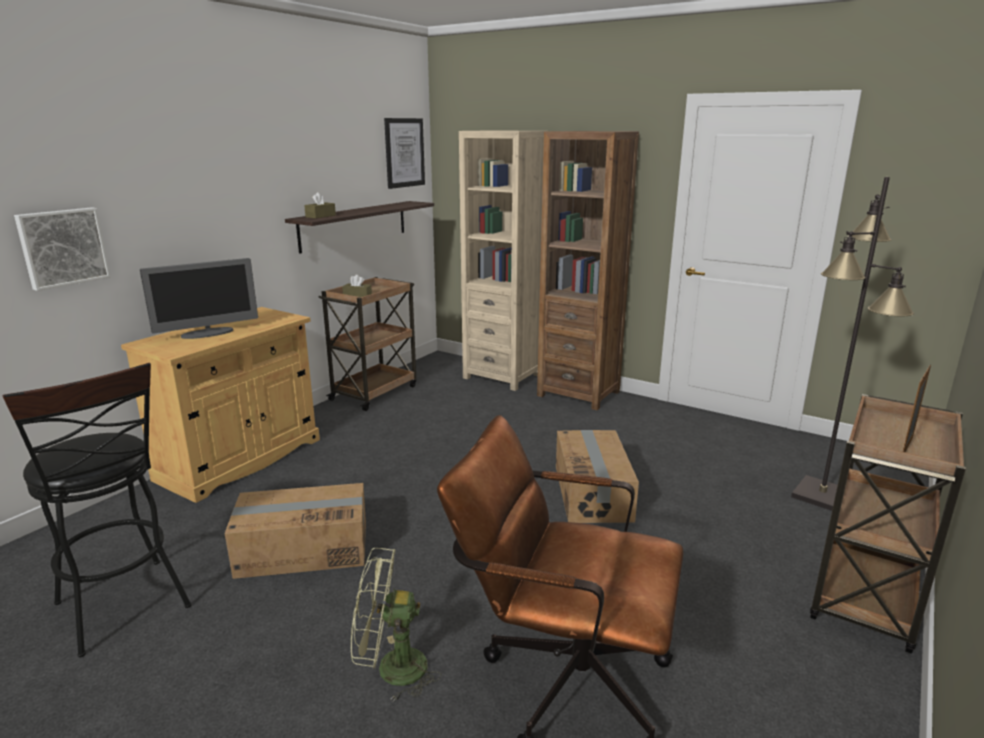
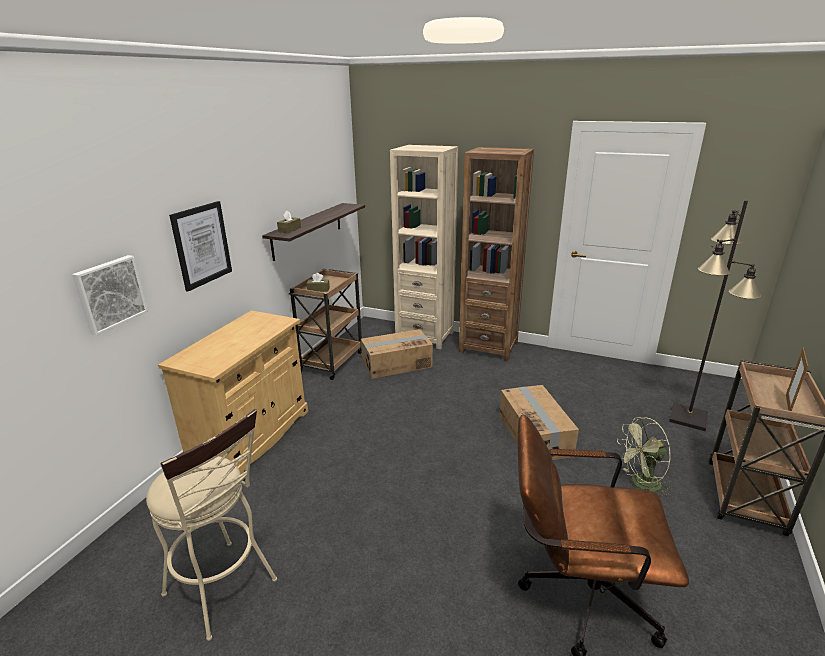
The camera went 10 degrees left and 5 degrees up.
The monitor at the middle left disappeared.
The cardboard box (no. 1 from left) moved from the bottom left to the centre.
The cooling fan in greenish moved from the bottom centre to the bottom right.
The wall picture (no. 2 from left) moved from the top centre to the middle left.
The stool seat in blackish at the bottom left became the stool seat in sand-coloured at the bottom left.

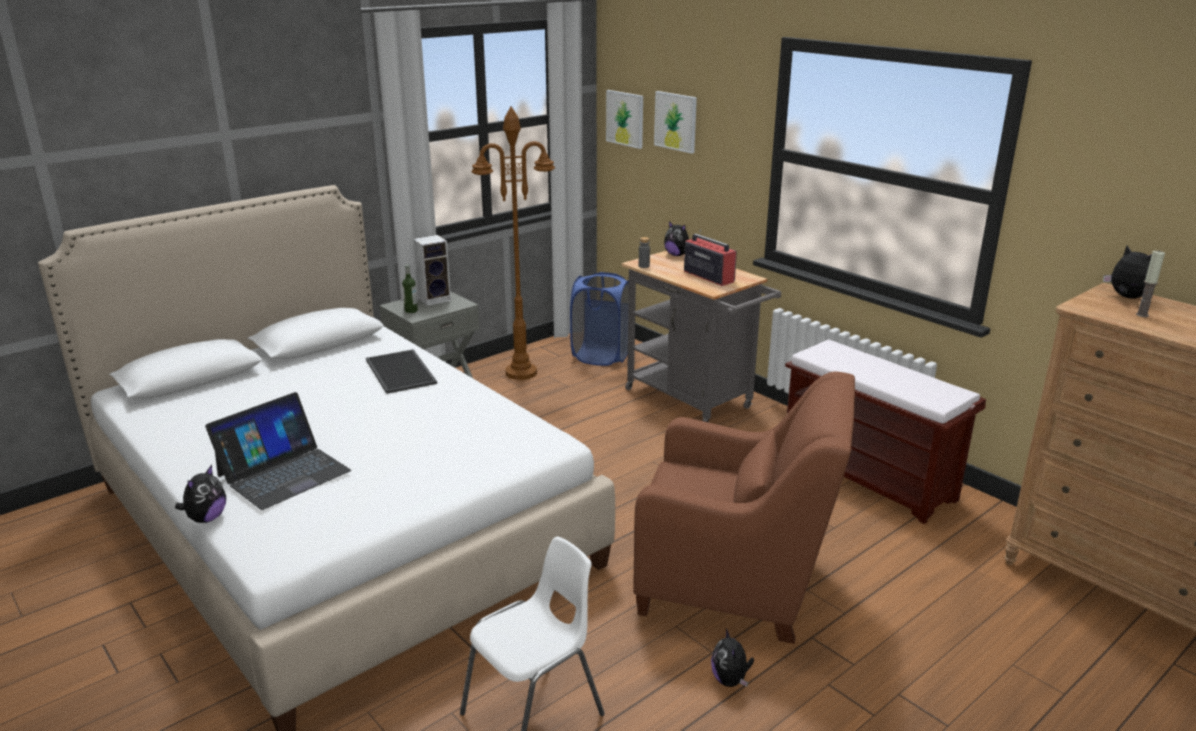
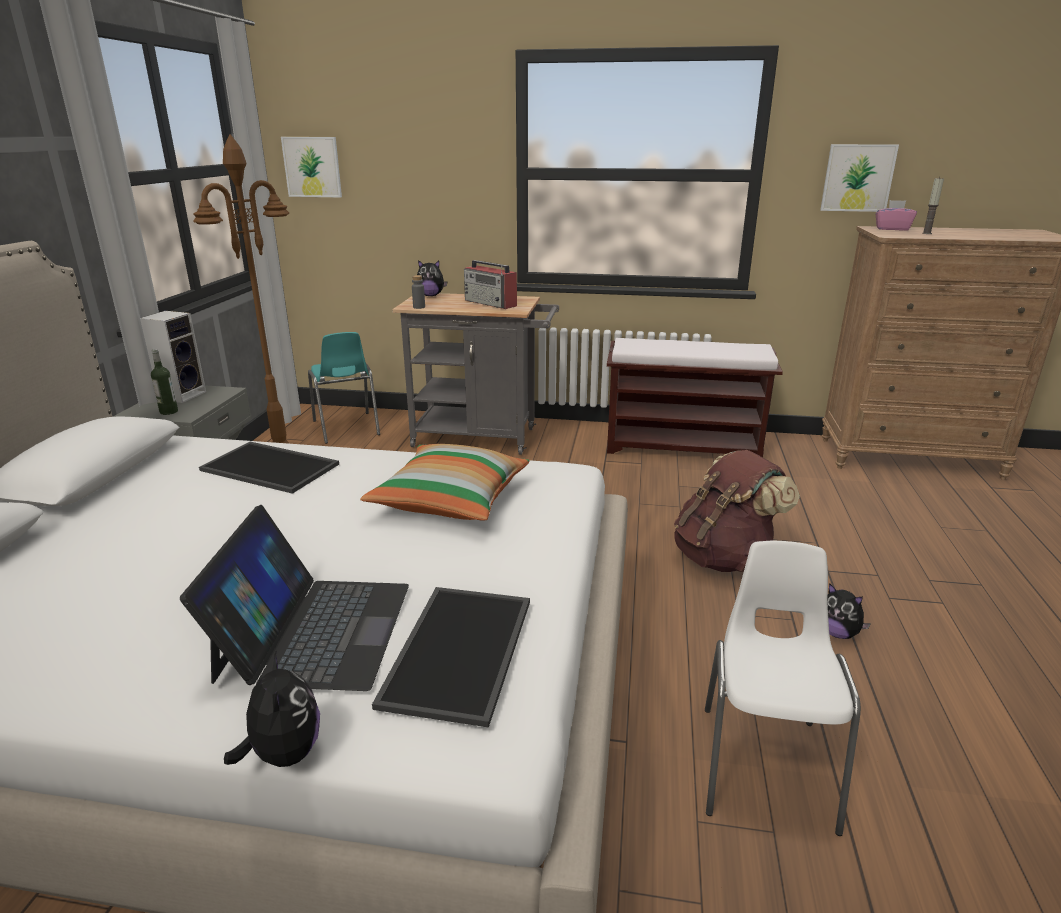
The camera went 40 degrees left and 0 degrees up.
The throw pillow at the centre appeared.
The carrying tray (no. 2 from left) at the bottom centre appeared.
The wall picture (no. 2 from left) moved from the top centre to the top right.
The hamper in bluish at the centre was replaced by the upright chair in blue-green at the middle left.
The easy chair in brown at the bottom centre was replaced by the rucksack in brown at the middle right.
The soft toy (no. 4 from left) at the middle right was replaced by the tissue holder in pinkish at the top right.
The radio at the centre turned 150 degrees counterclockwise.

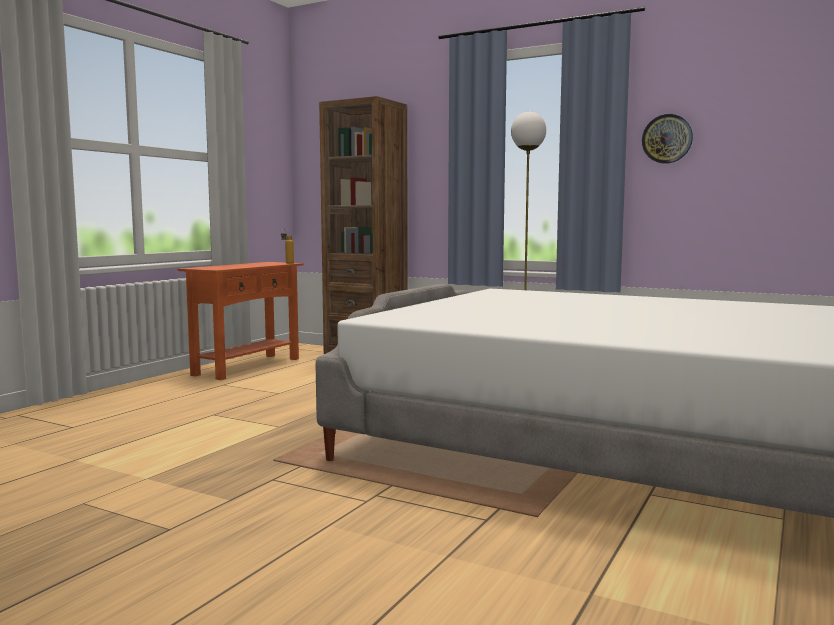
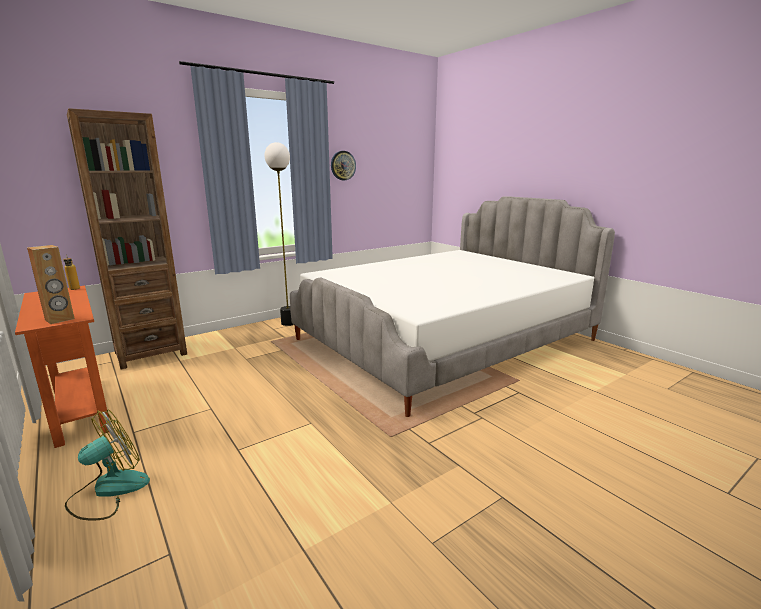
The camera went 65 degrees left and 10 degrees up.
The speaker in brown at the middle left appeared.
The cooling fan at the bottom left appeared.

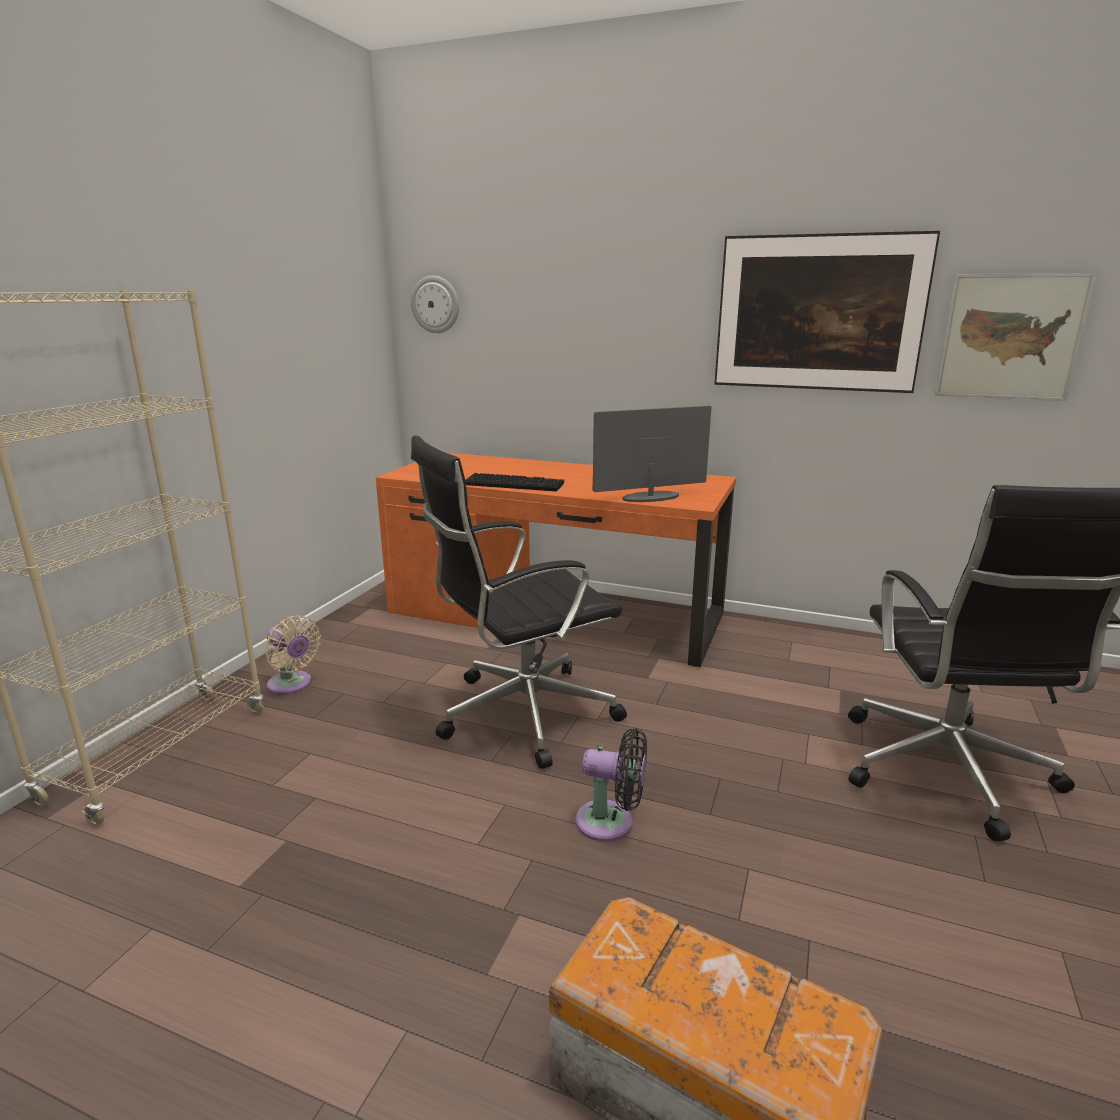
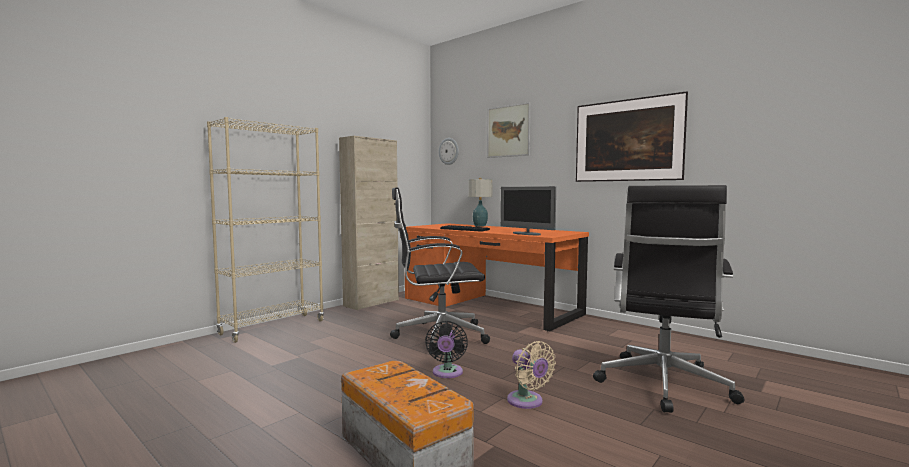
The camera went 20 degrees right and 15 degrees down.
The cabinet in sand-coloured at the centre appeared.
The tabletop lamp at the centre appeared.
The cooling fan in sand-coloured moved from the middle left to the bottom centre.
The wall picture (no. 2 from left in the first image) moved from the top right to the top centre.
The cooling fan in blackish at the bottom centre turned 60 degrees clockwise.
The monitor at the centre turned 135 degrees counterclockwise.

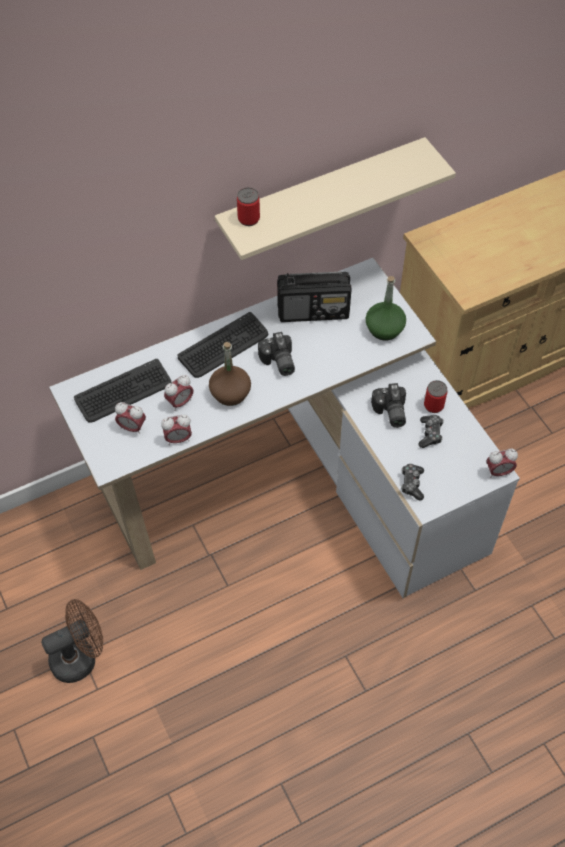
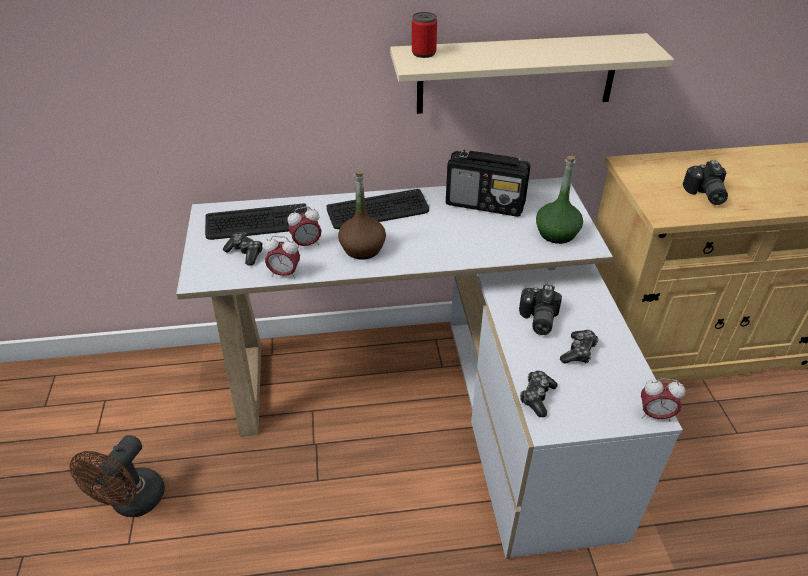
The camera went 20 degrees right and 15 degrees down.
The metal can (no. 2 from left) at the middle right disappeared.
The photo camera (no. 1 from left in the first image) moved from the centre to the top right.
The alarm clock (no. 1 from left) at the middle left was replaced by the game controller (no. 1 from left) at the middle left.
The cooling fan in brown at the bottom left turned 120 degrees clockwise.

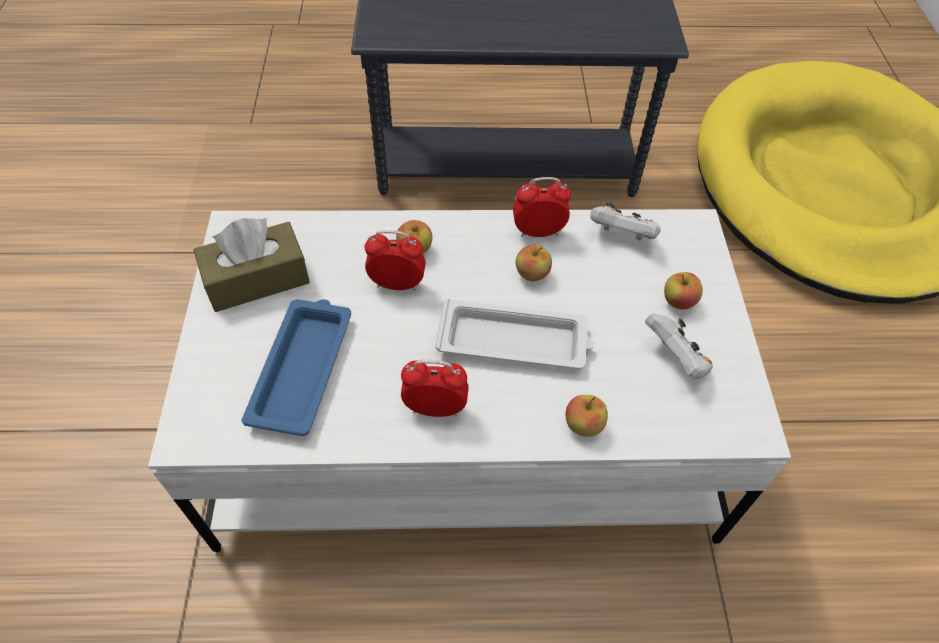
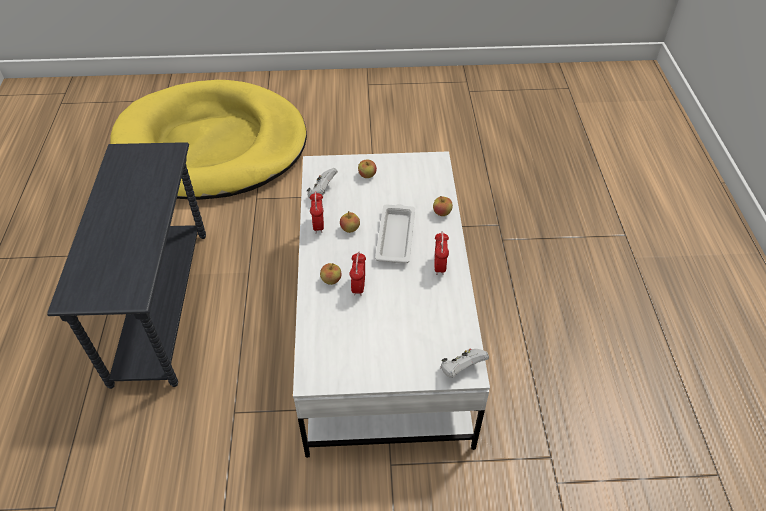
The camera went 90 degrees left and 5 degrees down.
The tissue holder in brown at the middle left disappeared.
The carrying tray in bluish at the middle left disappeared.
The game controller in white (no. 2 from left) moved from the middle right to the bottom centre.

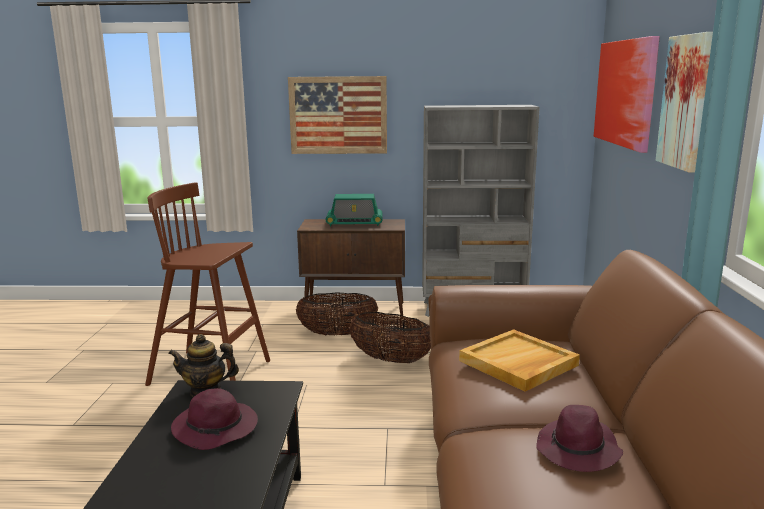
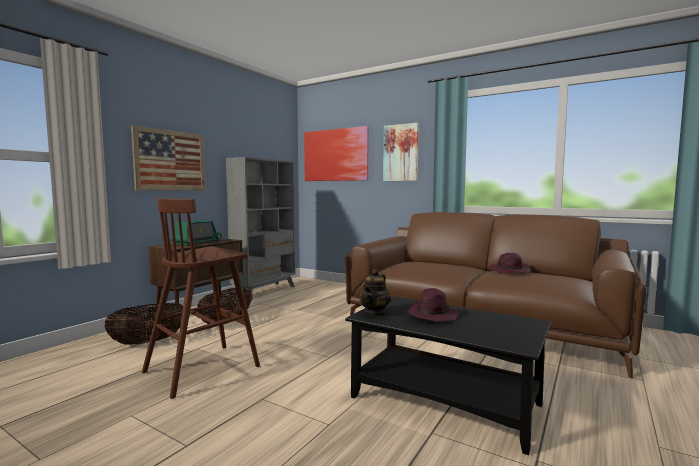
The camera went 60 degrees left and 10 degrees down.
The carrying tray in sand-coloured at the bottom right disappeared.
The storage basket (no. 2 from left in the first image) moved from the centre to the bottom left.

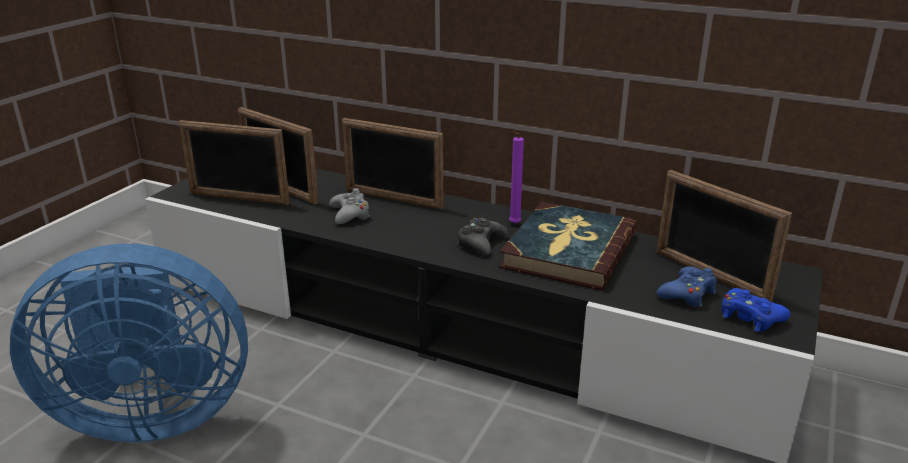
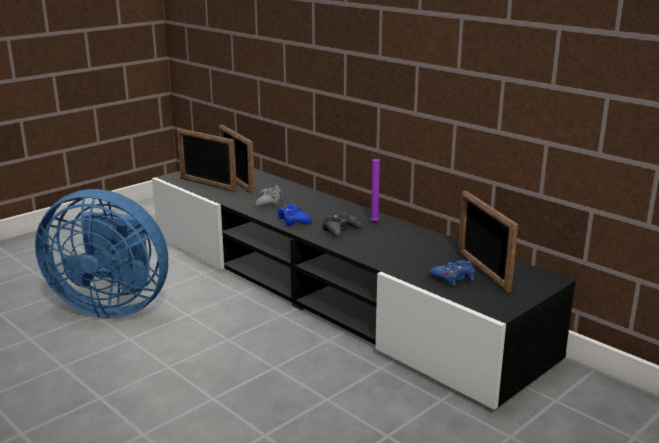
The camera went 20 degrees right and 5 degrees down.
The photo frame (no. 3 from left) at the centre disappeared.
The bound book at the centre disappeared.
The game controller in bluish (no. 2 from left in the first image) moved from the bottom right to the centre.

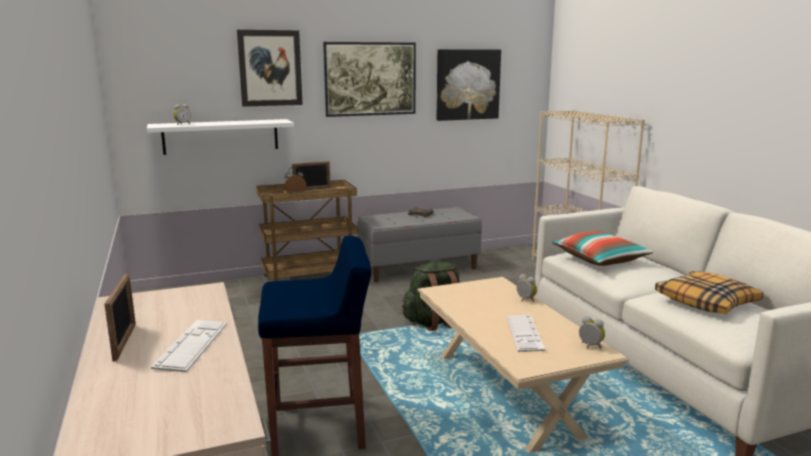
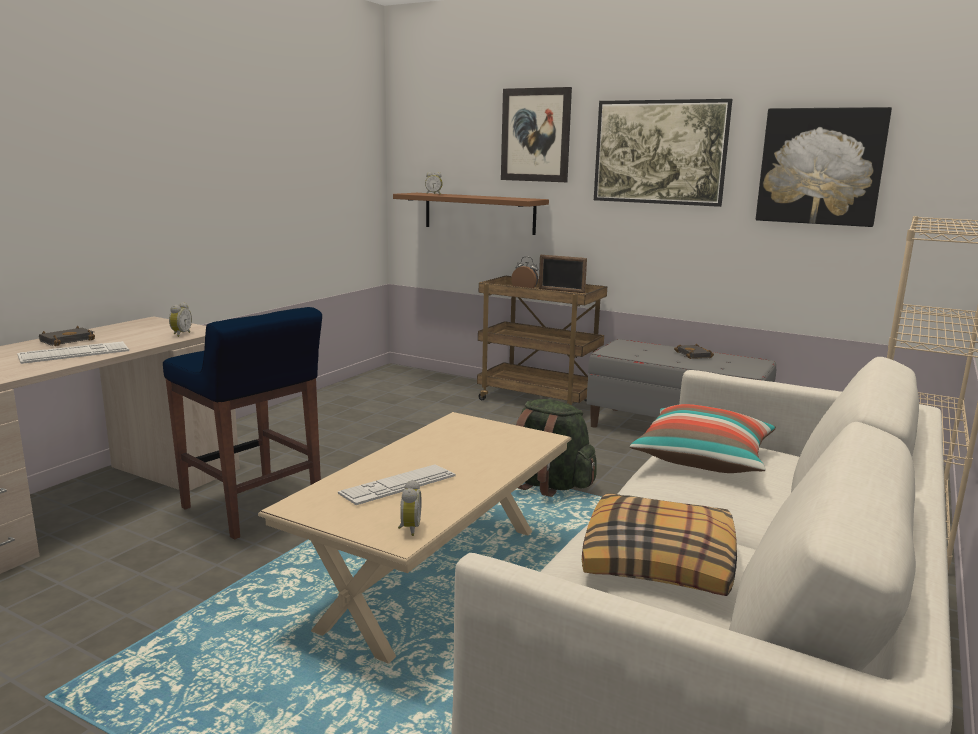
The camera went 50 degrees right and 0 degrees up.
The alarm clock (no. 3 from left in the first image) moved from the centre to the middle left.
The photo frame (no. 1 from left) at the bottom left was replaced by the bound book in blackish (no. 1 from left) at the middle left.
The bracket shelf in white at the top left became the bracket shelf in brown at the top centre.

